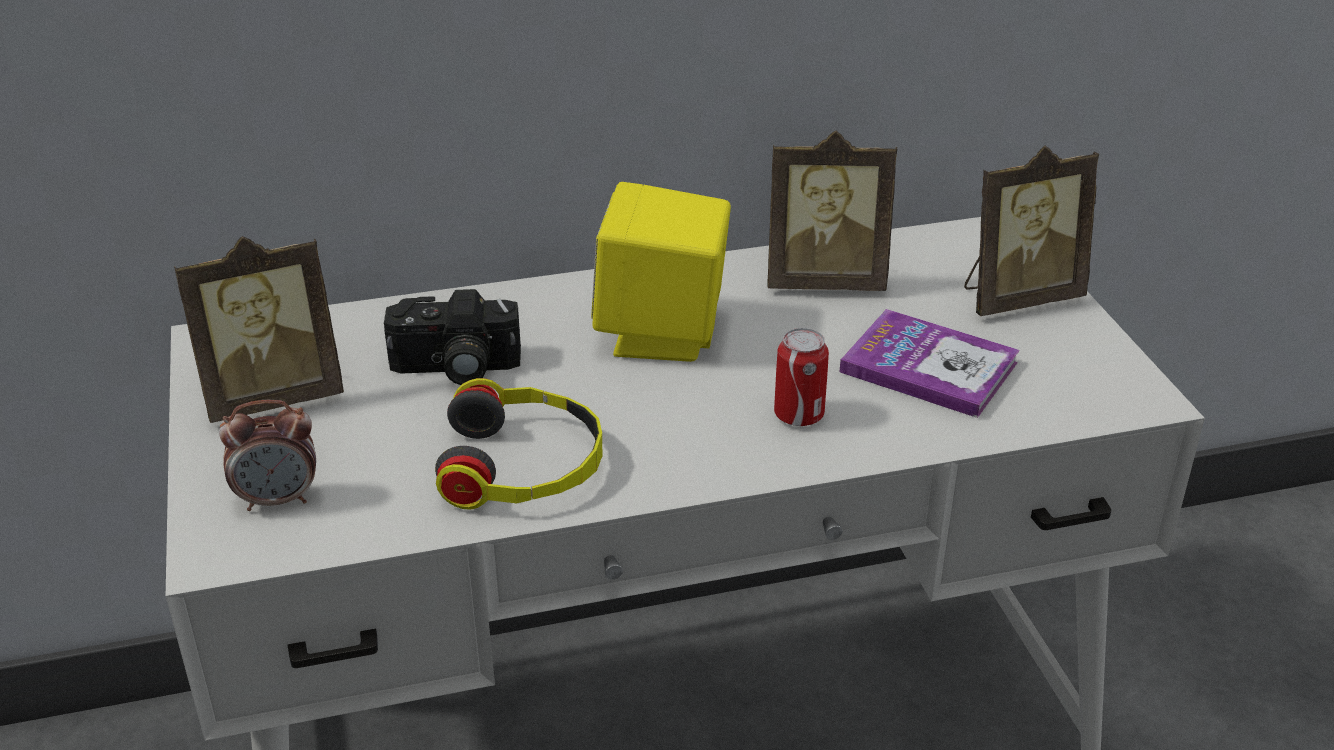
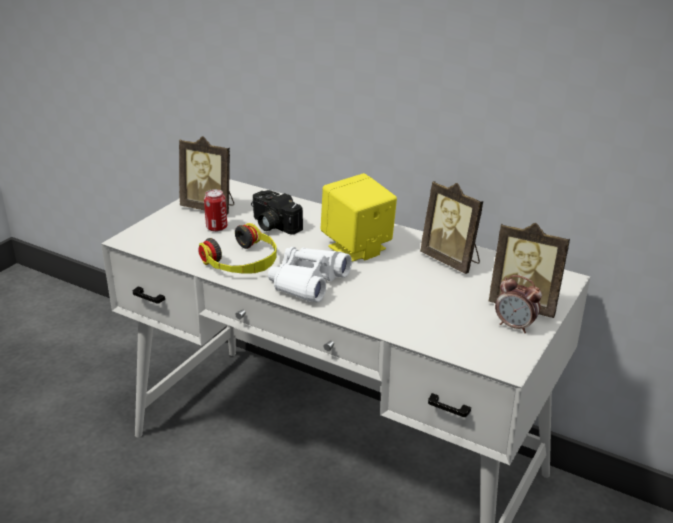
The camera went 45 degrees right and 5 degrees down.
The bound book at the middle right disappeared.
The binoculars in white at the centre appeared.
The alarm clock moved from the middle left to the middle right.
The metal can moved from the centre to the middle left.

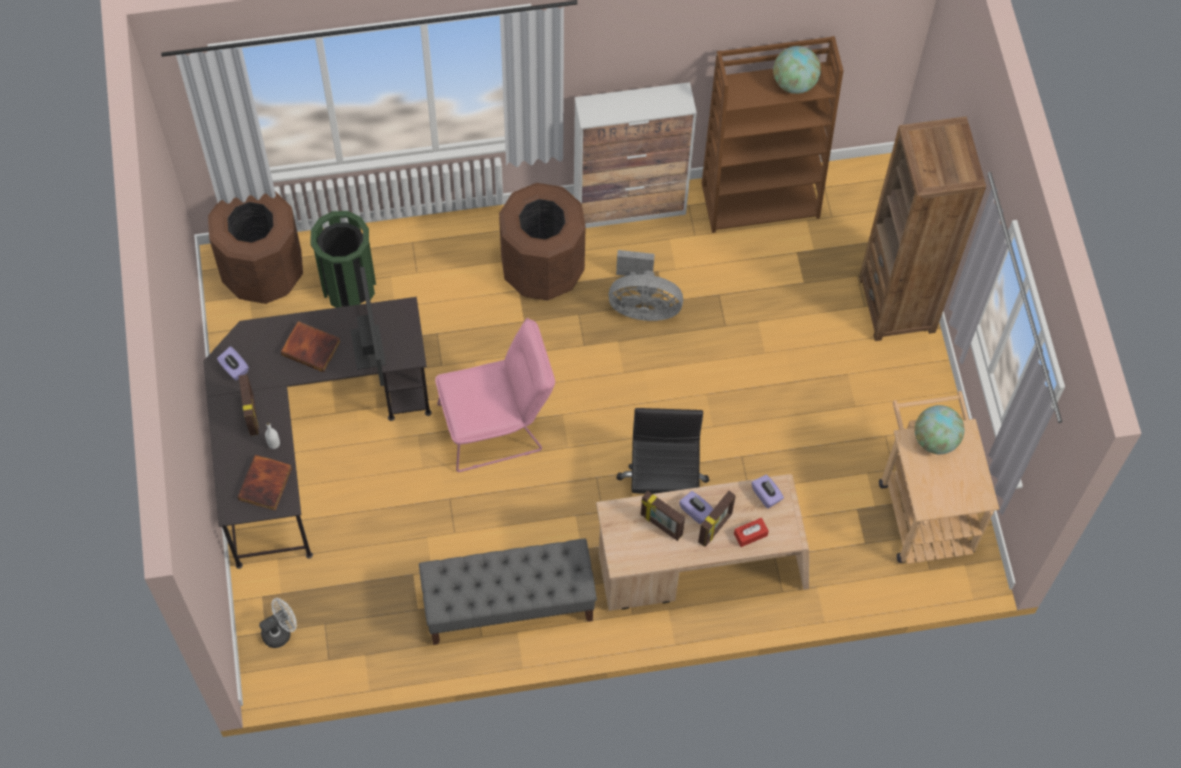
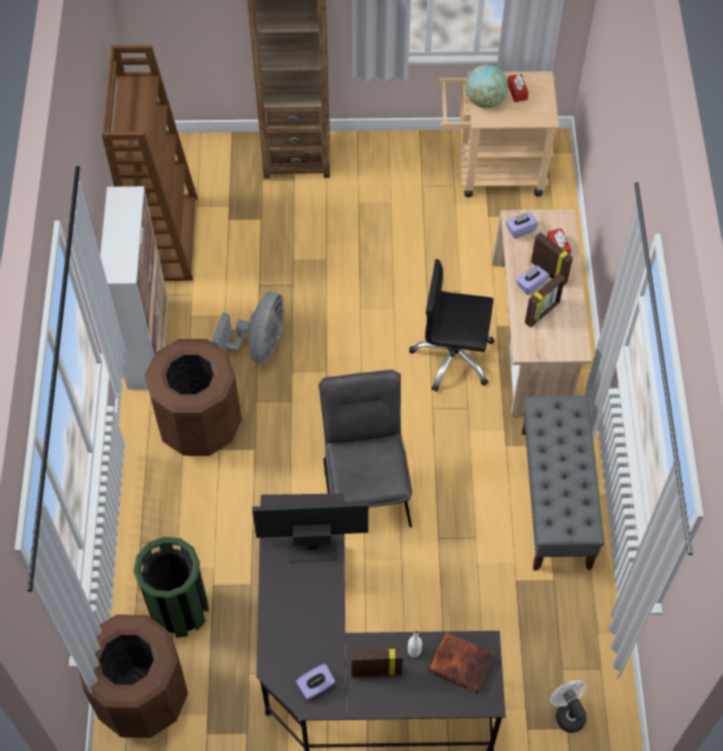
The camera went 80 degrees left and 5 degrees down.
The bound book (no. 2 from left) at the middle left disappeared.
The globe (no. 1 from left) at the top right disappeared.
The tissue holder in red (no. 1 from left) at the top right appeared.
The upright chair in pinkish at the centre became the upright chair in grey at the centre.

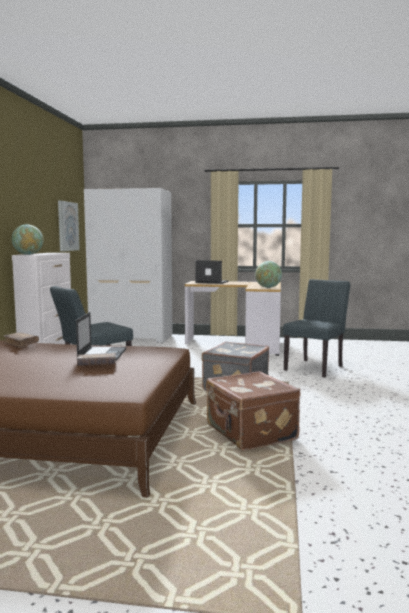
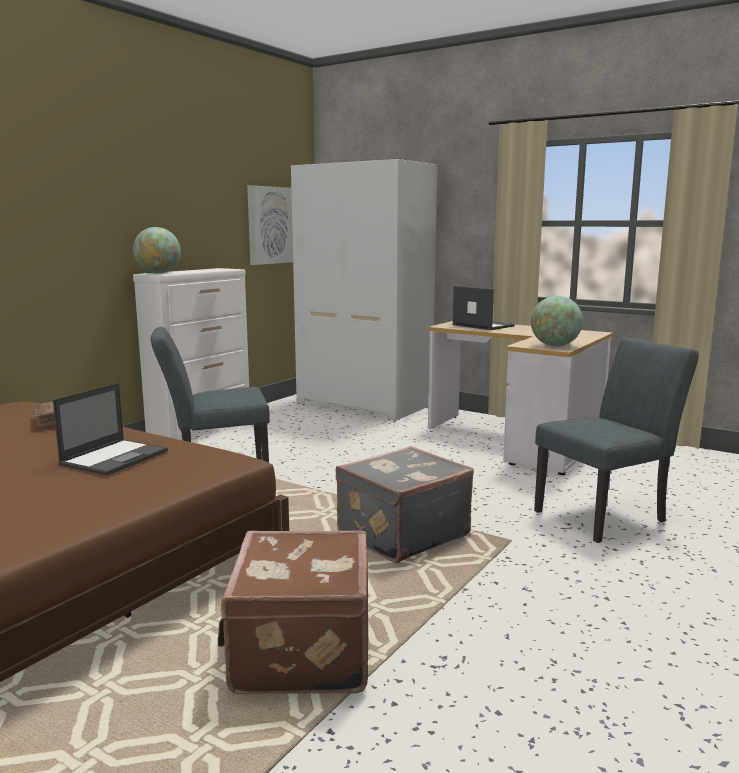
The camera went 25 degrees right and 5 degrees up.
The bound book in brown (no. 2 from left) at the middle left disappeared.

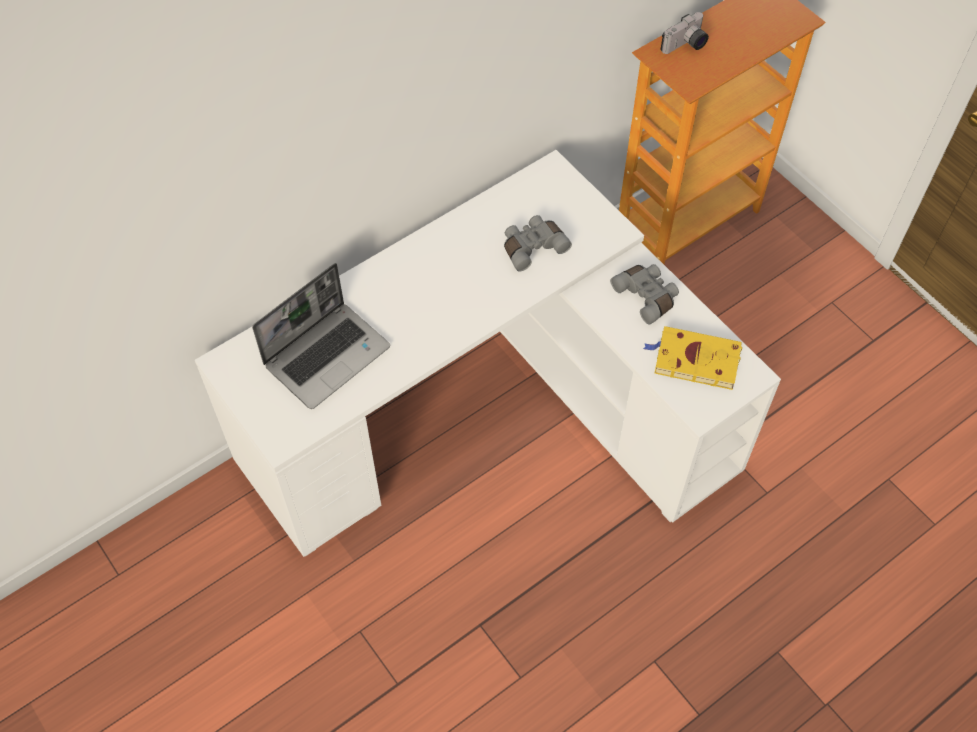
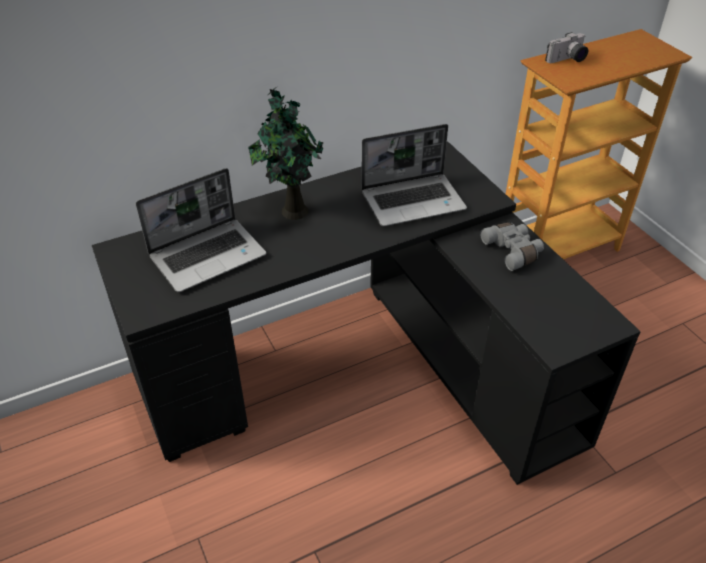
The camera went 10 degrees right and 15 degrees down.
The bound book in yellowish at the middle right disappeared.
The houseplant at the top centre appeared.
The binoculars in grey (no. 1 from left) at the top centre was replaced by the notebook computer (no. 2 from left) at the top centre.
The desk in white at the centre became the desk in blackish at the centre.

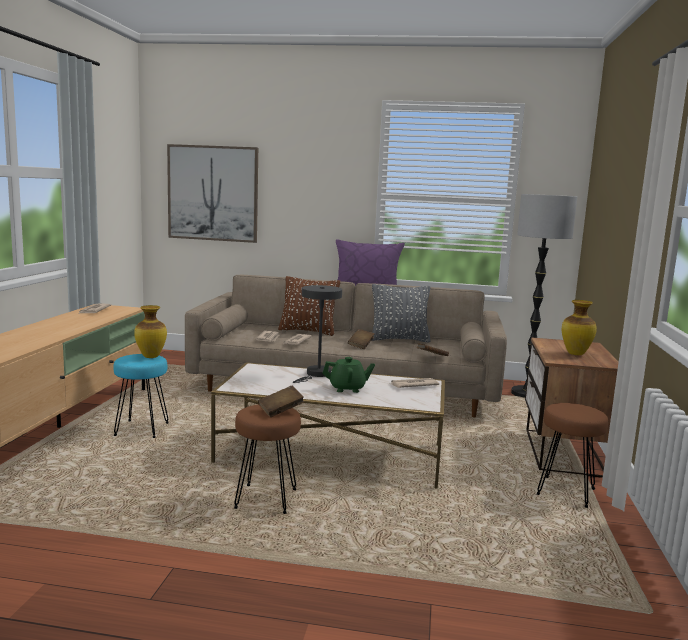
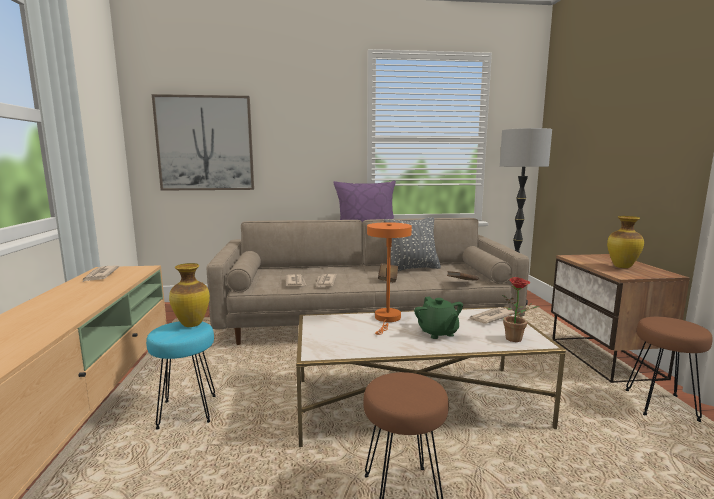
The camera went 15 degrees left and 0 degrees up.
The bound book in brown (no. 1 from left) at the centre disappeared.
The throw pillow in brown at the centre disappeared.
The houseplant at the middle right appeared.
The tabletop lamp in grey at the centre became the tabletop lamp in orange at the centre.
The pot for tea in greenish at the centre turned 90 degrees clockwise.

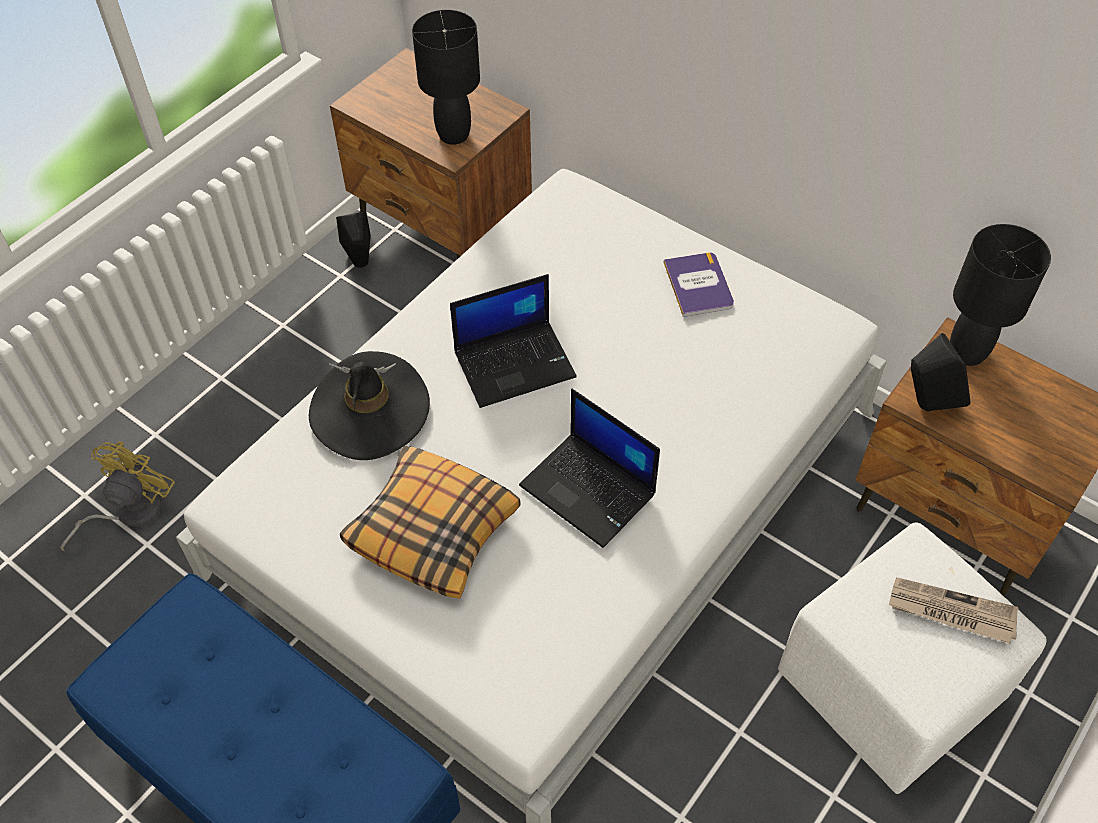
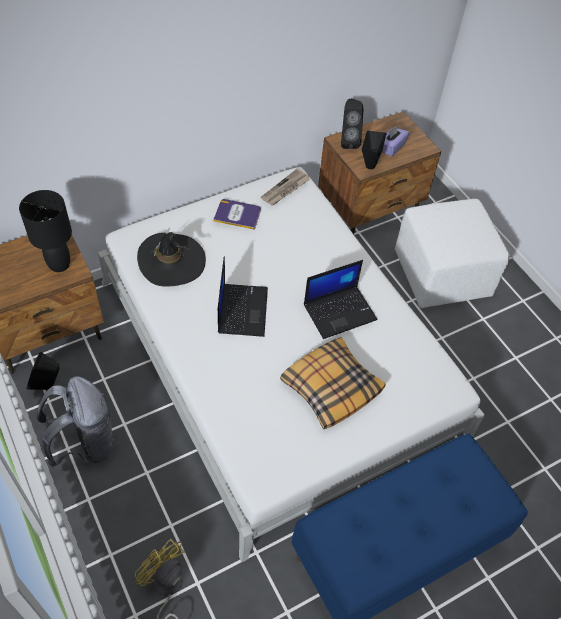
The camera went 70 degrees left and 0 degrees up.
The rucksack in grey at the bottom left appeared.
The tissue holder in purplish at the top right appeared.
The hat in blackish moved from the centre to the middle left.
The daily paper moved from the bottom right to the top centre.
The tabletop lamp in blackish (no. 2 from left) at the middle right was replaced by the speaker in blackish (no. 2 from left) at the top centre.

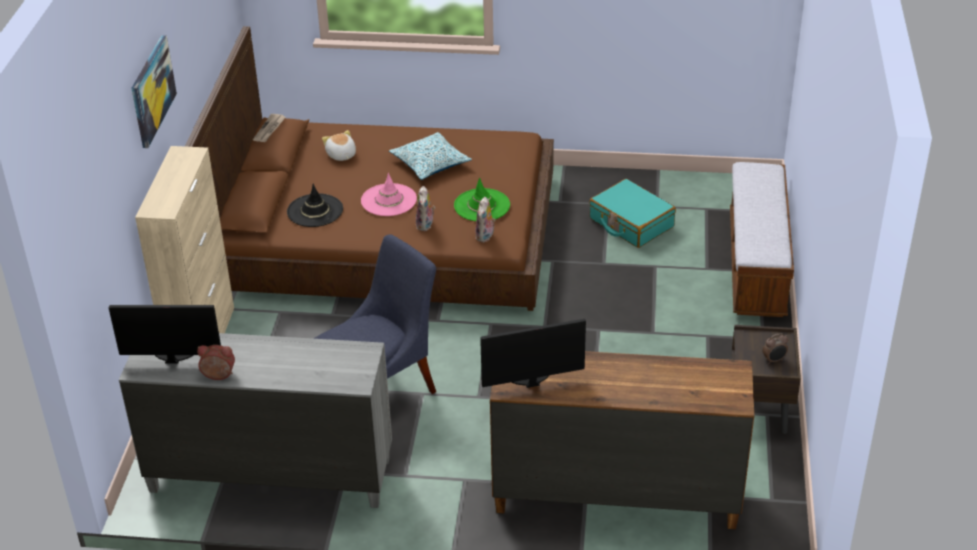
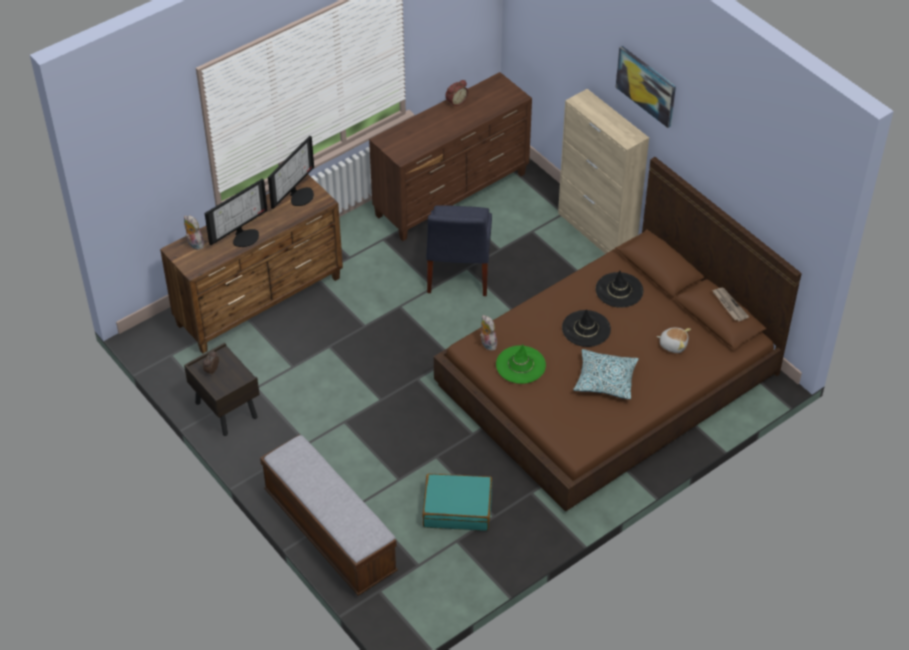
The camera went 135 degrees right and 10 degrees up.
The monitor (no. 1 from left) moved from the middle left to the top left.
The soft toy (no. 2 from left in the first image) moved from the centre to the middle left.
The dresser in grey at the bottom left became the dresser in brown (no. 2 from left) at the top centre.
The hat in pinkish at the centre became the hat in blackish (no. 1 from left) at the centre.

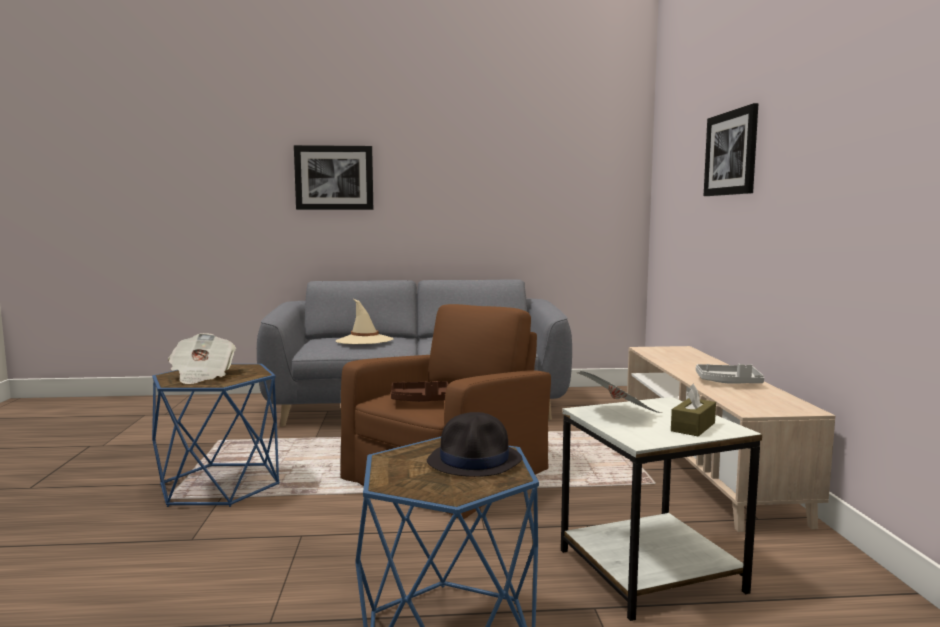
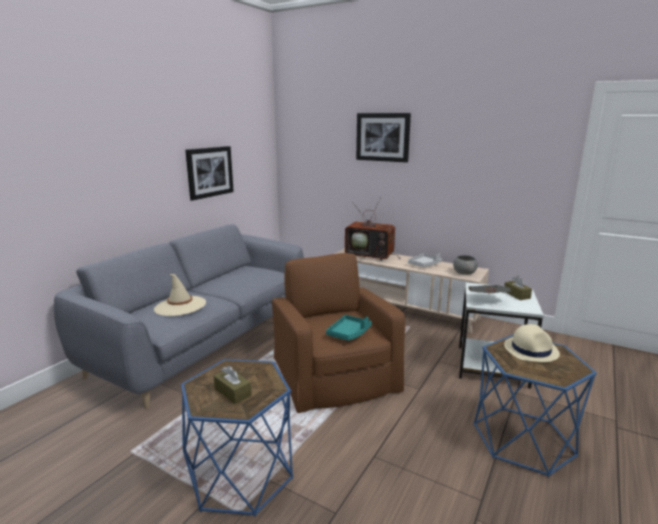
The camera went 55 degrees left and 10 degrees up.
The TV at the centre appeared.
The bowl in grey at the middle right appeared.
The wall picture (no. 1 from left) moved from the top centre to the top left.
The daily paper (no. 1 from left) at the middle left was replaced by the tissue holder in brown (no. 1 from left) at the bottom centre.
The carrying tray in brown at the centre became the carrying tray in blue-green at the centre.
The hat in blackish at the bottom centre became the hat in sand-coloured (no. 2 from left) at the middle right.

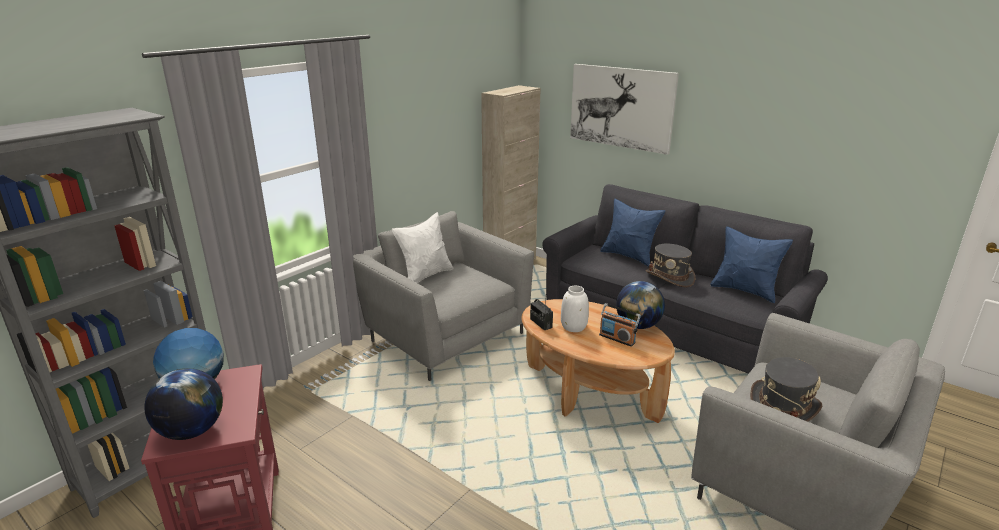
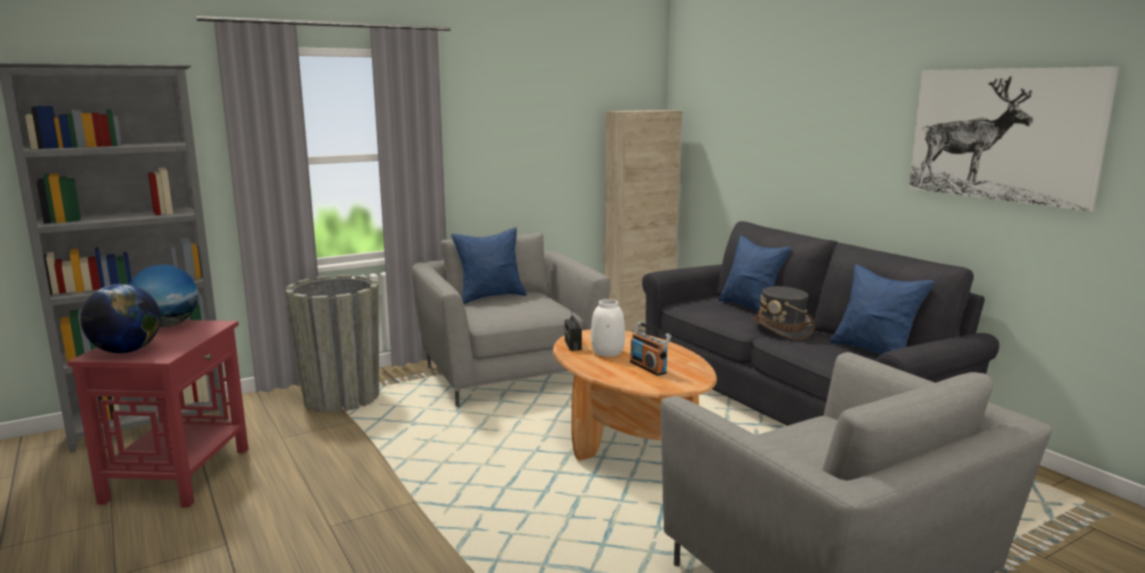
The camera went 20 degrees right and 10 degrees down.
The globe (no. 3 from left) at the centre disappeared.
The hat in grey (no. 2 from left) at the bottom right disappeared.
The plant pot in grey at the middle left appeared.
The wall picture moved from the top centre to the top right.
The throw pillow in white at the centre became the throw pillow in bluish (no. 1 from left) at the centre.

